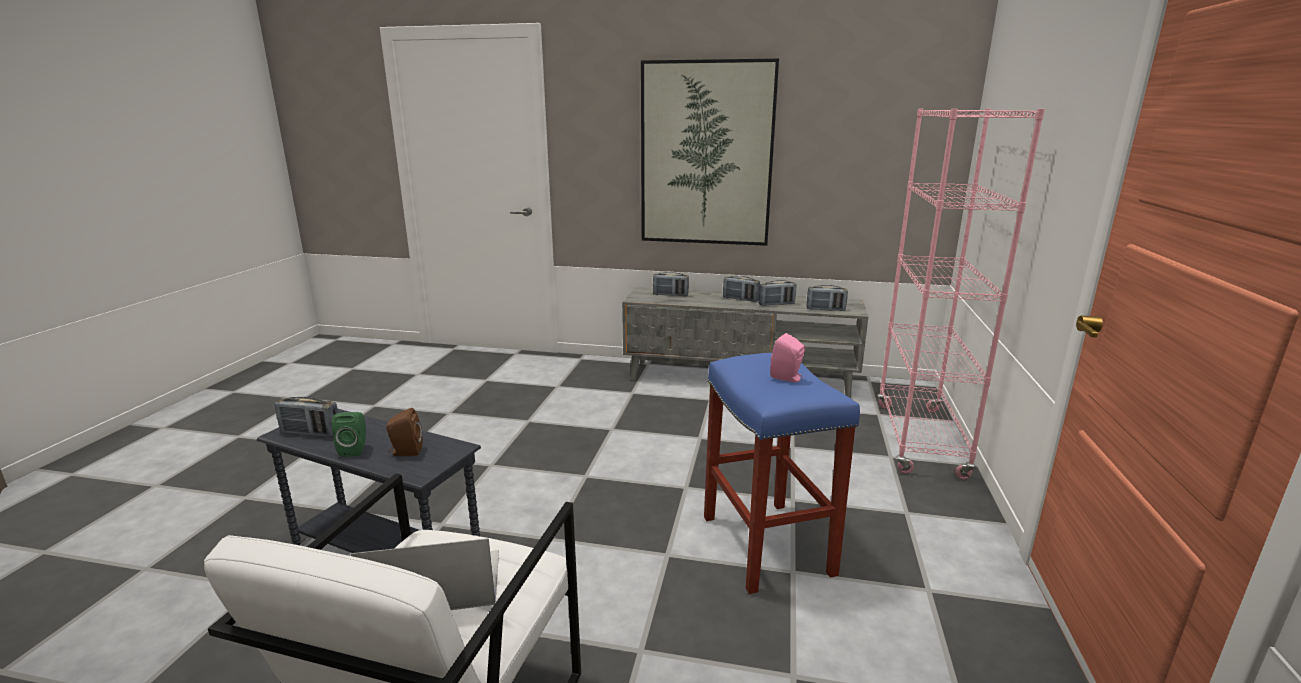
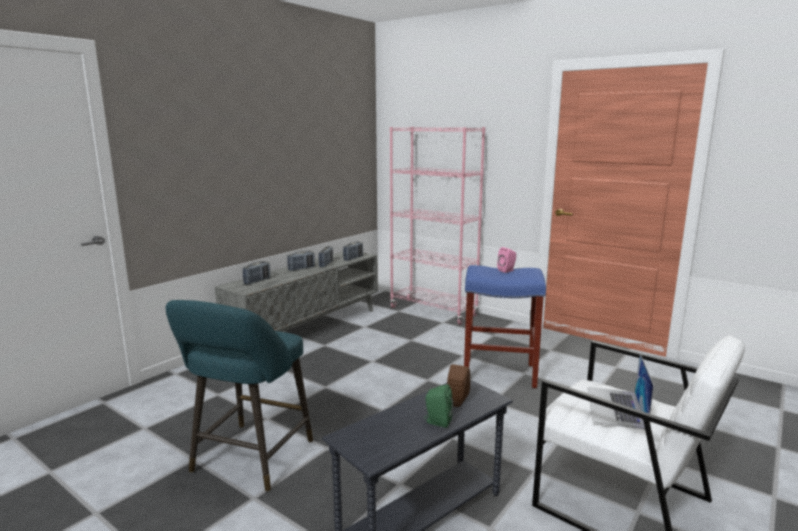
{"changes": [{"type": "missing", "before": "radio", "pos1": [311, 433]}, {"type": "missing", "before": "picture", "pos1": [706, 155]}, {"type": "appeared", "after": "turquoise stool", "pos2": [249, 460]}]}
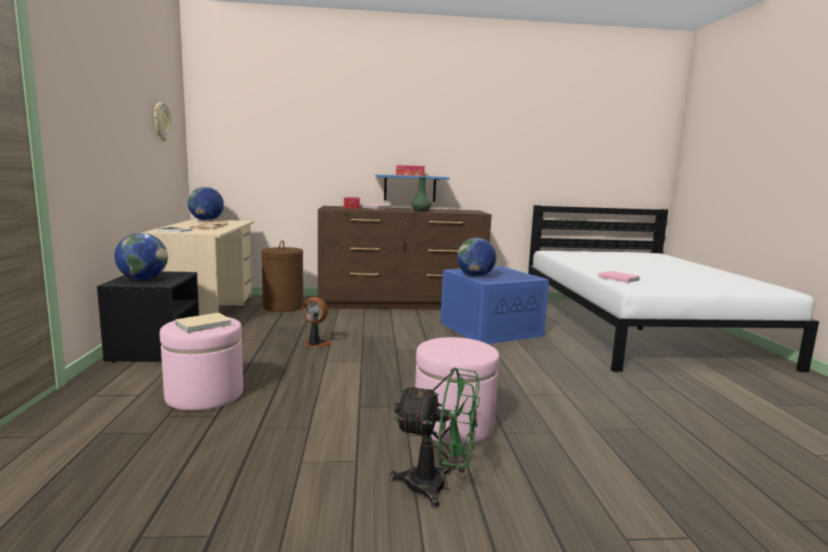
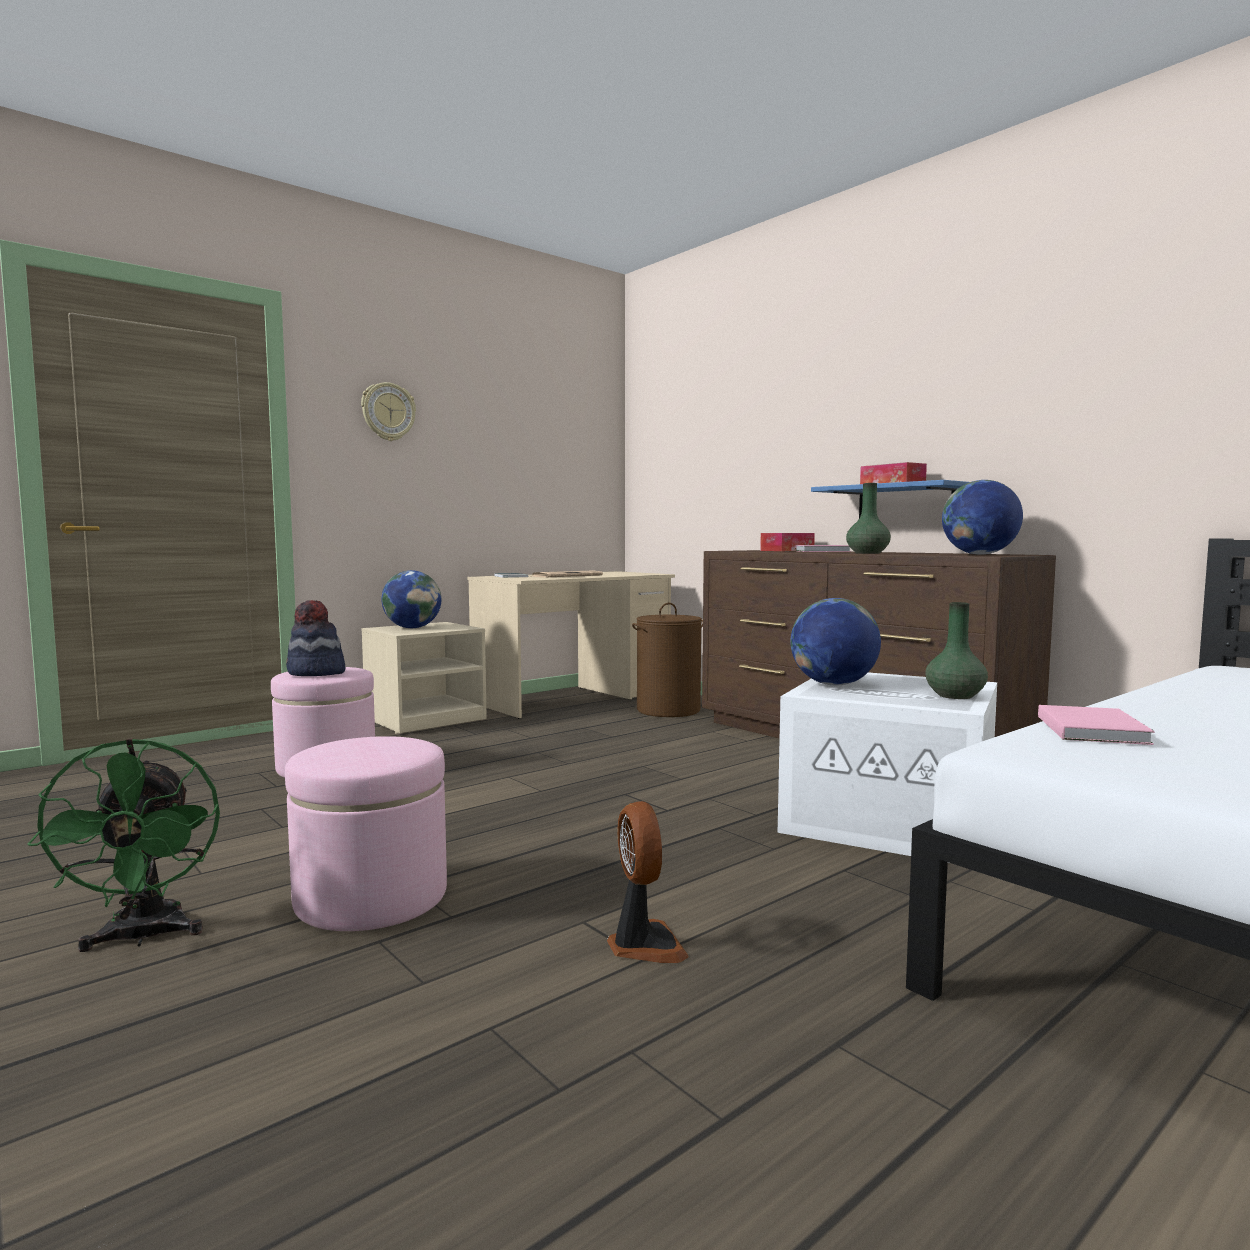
{"changes": [{"type": "appeared", "after": "green vase", "pos2": [955, 696]}, {"type": "relocated", "before": "wall clock", "pos1": [161, 121], "pos2": [388, 412]}, {"type": "relocated", "before": "globe", "pos1": [206, 220], "pos2": [979, 554]}, {"type": "relocated", "before": "fan", "pos1": [315, 344], "pos2": [643, 945]}, {"type": "exchanged", "before": "beige book", "after": "hat", "pos1": [205, 325], "pos2": [316, 673]}, {"type": "colour", "before": "black nightstand", "after": "beige nightstand", "pos1": [154, 349], "pos2": [426, 719]}, {"type": "colour", "before": "blue storage box", "after": "white storage box", "pos1": [490, 328], "pos2": [892, 819]}]}
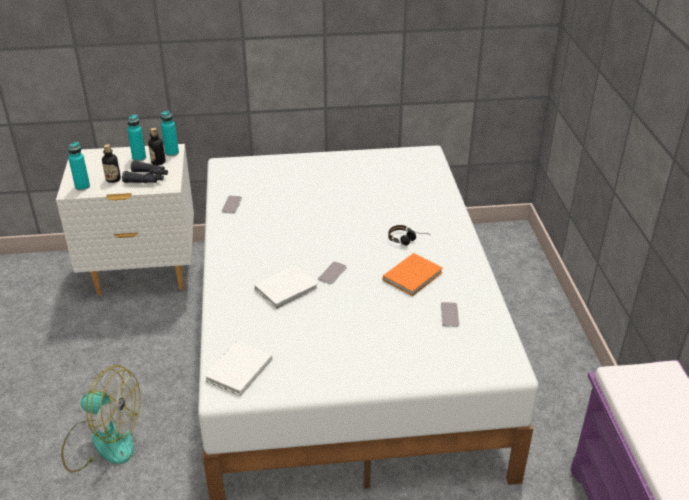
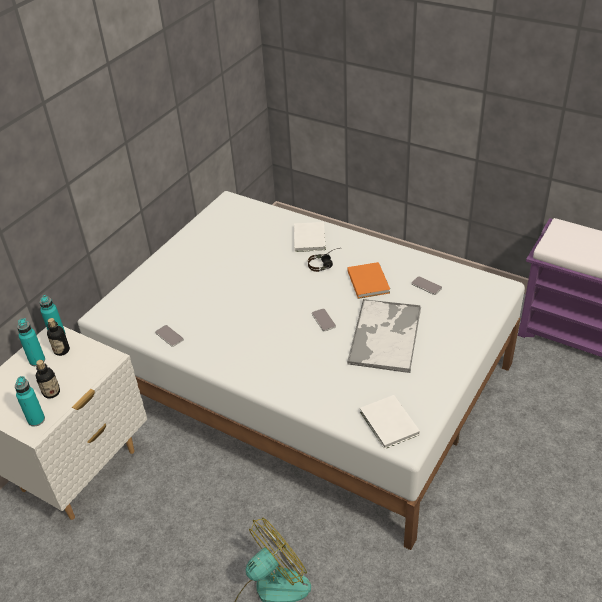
{"changes": [{"type": "missing", "before": "black binoculars", "pos1": [147, 178]}, {"type": "appeared", "after": "tray", "pos2": [385, 335]}, {"type": "relocated", "before": "white book", "pos1": [288, 289], "pos2": [310, 238]}]}
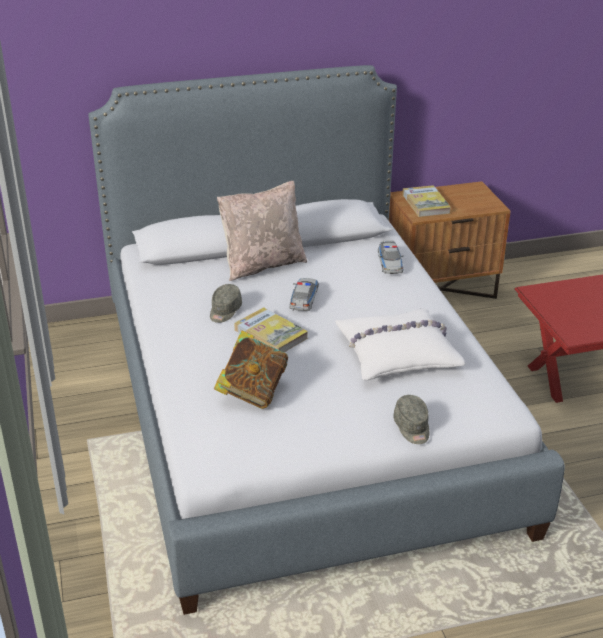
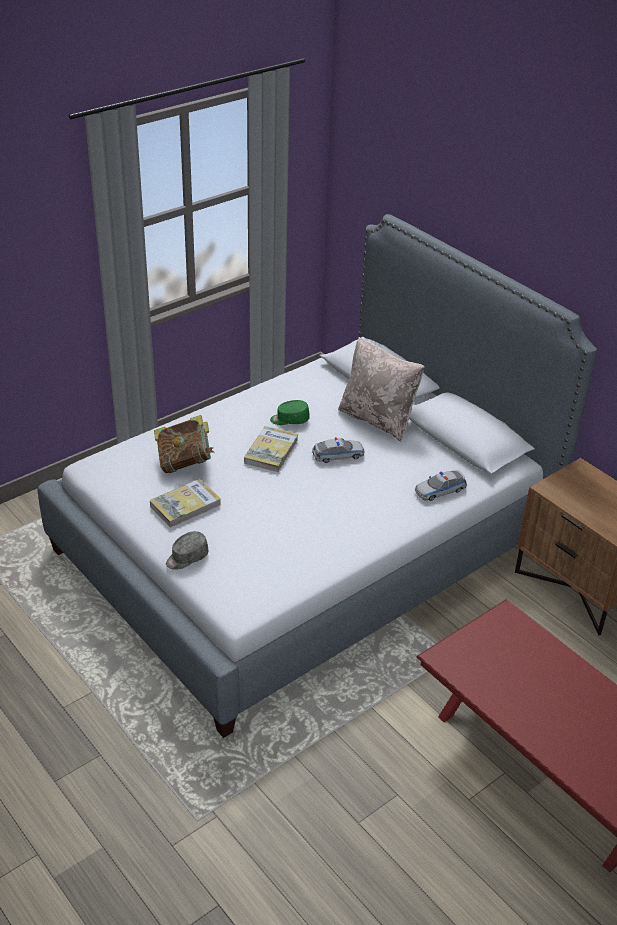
{"changes": [{"type": "missing", "before": "white pillow", "pos1": [397, 353]}, {"type": "relocated", "before": "book", "pos1": [425, 204], "pos2": [185, 505]}, {"type": "colour", "before": "grey cap", "after": "green cap", "pos1": [224, 311], "pos2": [289, 420]}]}
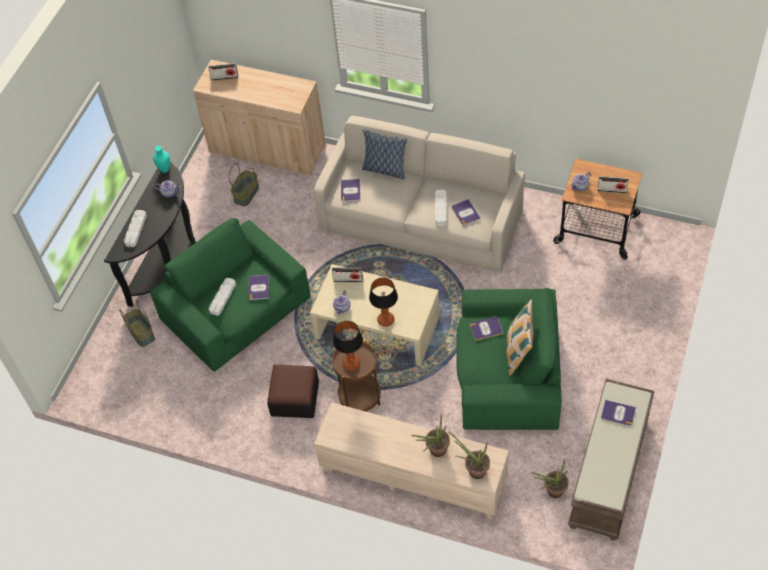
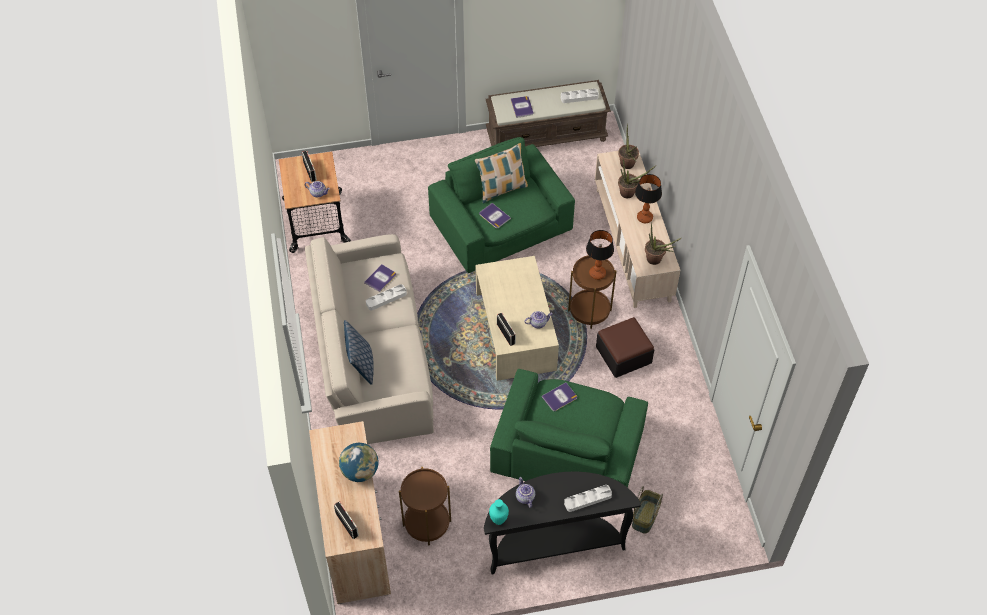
{"changes": [{"type": "missing", "before": "book", "pos1": [350, 190]}, {"type": "appeared", "after": "globe", "pos2": [360, 471]}, {"type": "relocated", "before": "white tray", "pos1": [222, 298], "pos2": [579, 97]}, {"type": "relocated", "before": "table lamp", "pos1": [385, 320], "pos2": [645, 218]}, {"type": "relocated", "before": "potted plant", "pos1": [551, 492], "pos2": [656, 260]}, {"type": "exchanged", "before": "basket", "after": "brown side table", "pos1": [246, 194], "pos2": [427, 523]}]}
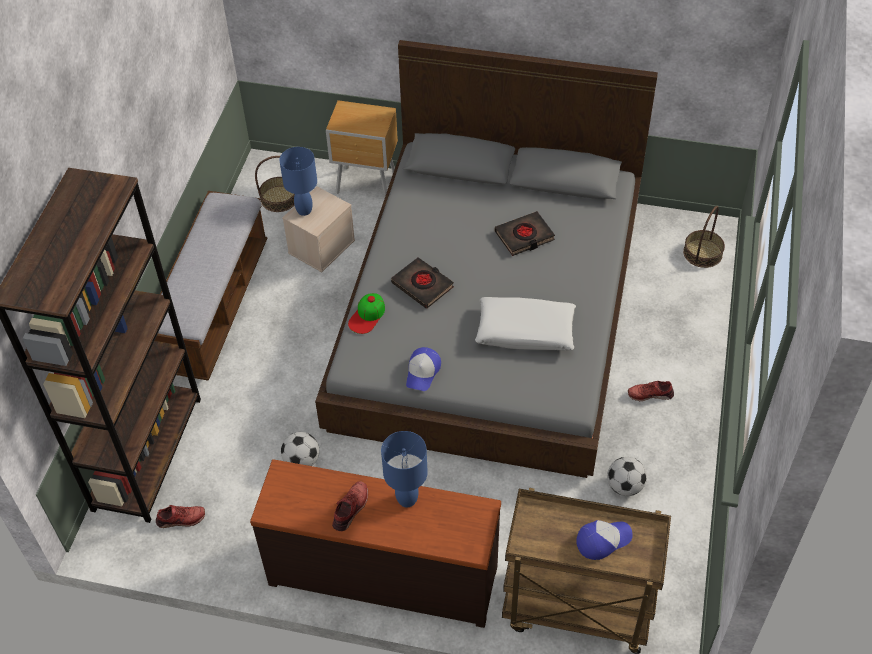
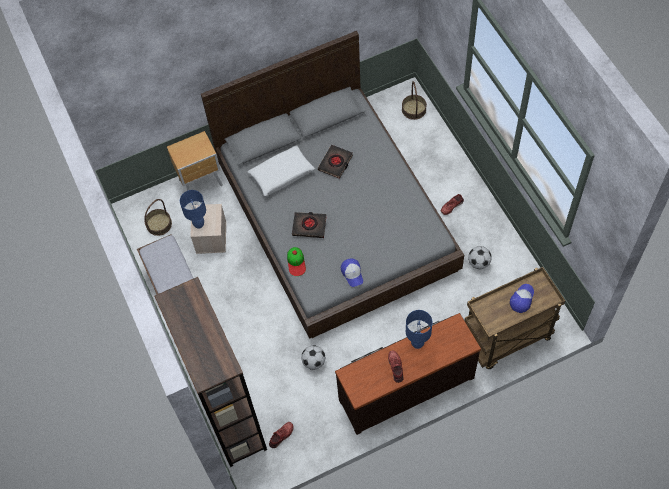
{"changes": [{"type": "relocated", "before": "white pillow", "pos1": [525, 331], "pos2": [281, 174]}]}
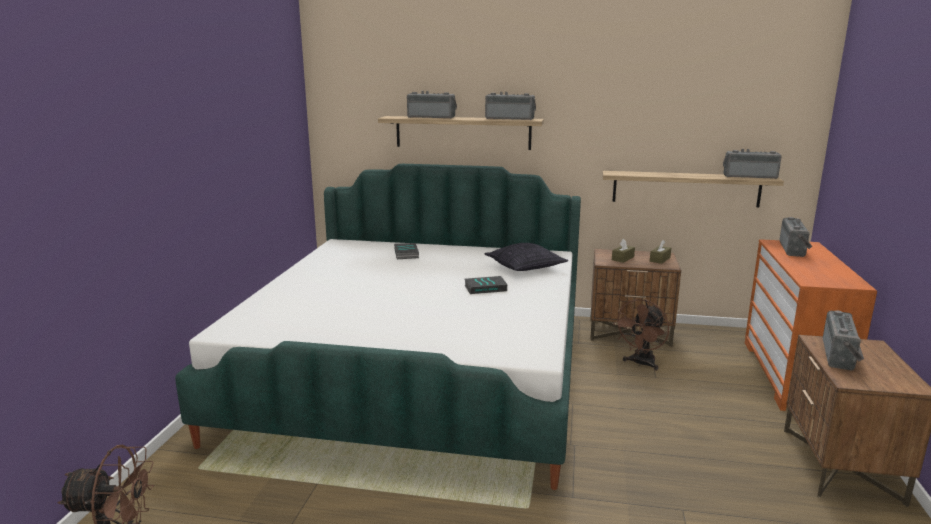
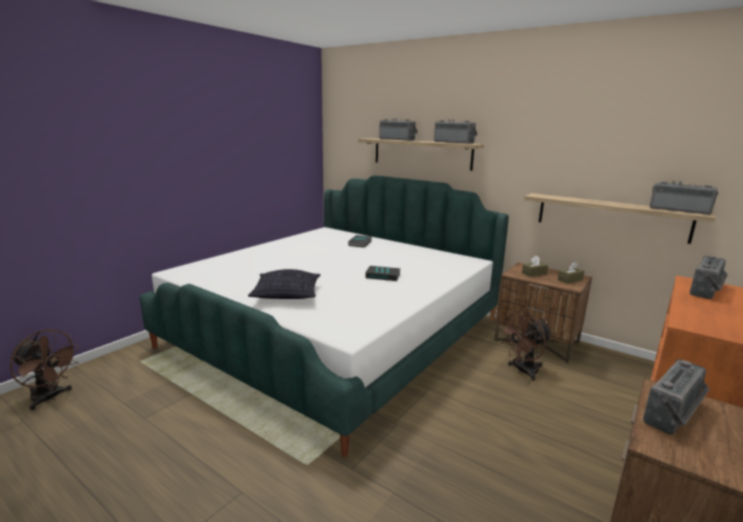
{"changes": [{"type": "relocated", "before": "pillow", "pos1": [525, 268], "pos2": [286, 295]}]}
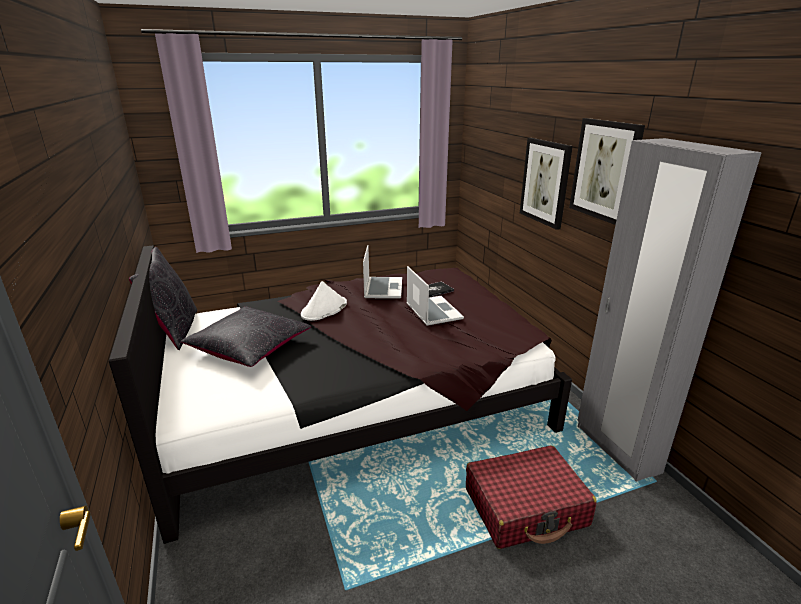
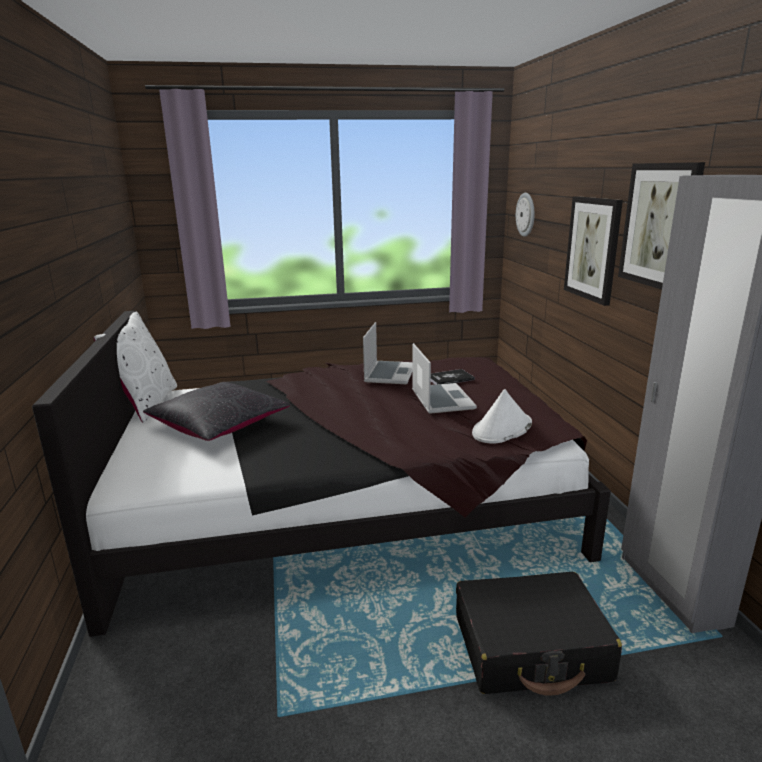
{"changes": [{"type": "appeared", "after": "wall clock", "pos2": [526, 214]}, {"type": "relocated", "before": "white hat", "pos1": [324, 309], "pos2": [502, 429]}, {"type": "colour", "before": "black pillow", "after": "white pillow", "pos1": [174, 330], "pos2": [146, 404]}, {"type": "colour", "before": "red suitcase", "after": "black suitcase", "pos1": [526, 507], "pos2": [531, 648]}]}
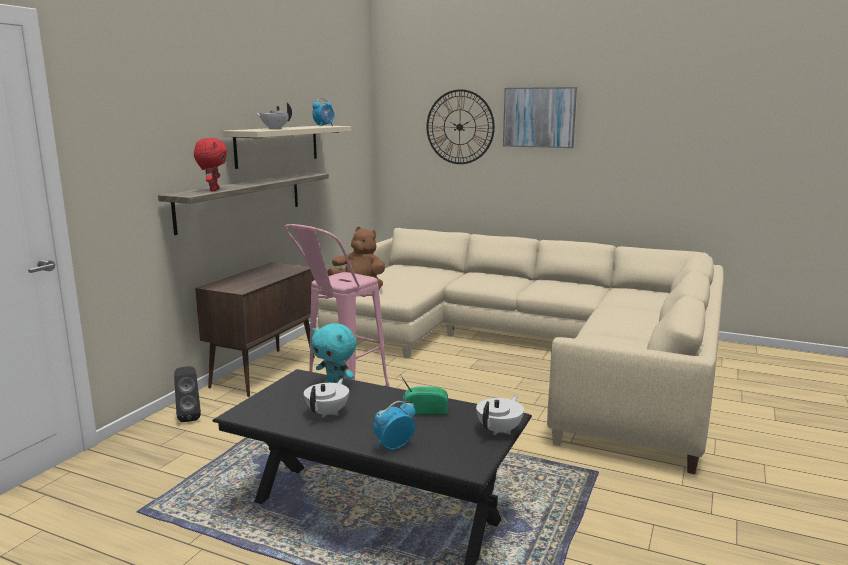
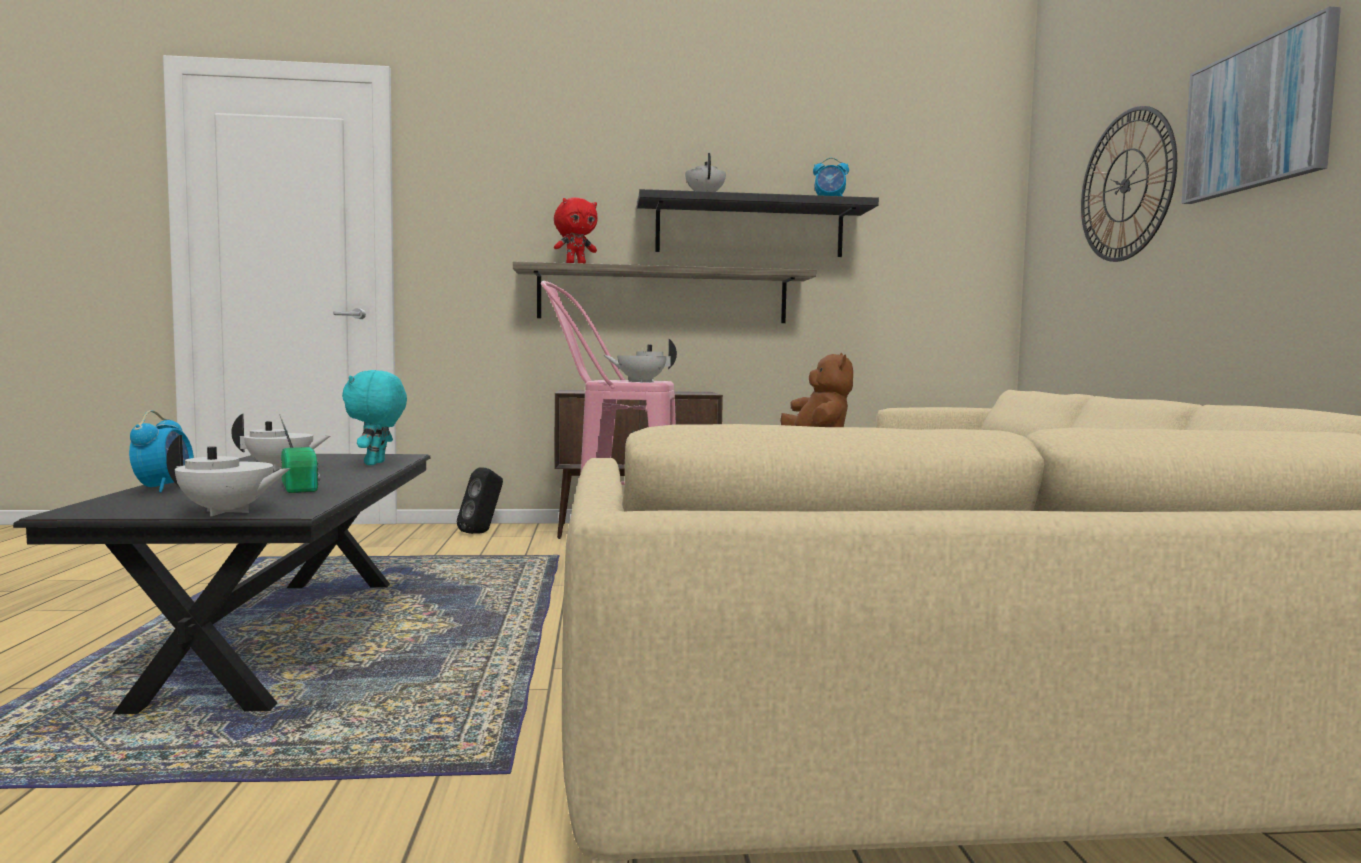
{"changes": [{"type": "appeared", "after": "white teapot", "pos2": [640, 381]}, {"type": "colour", "before": "beige shelf", "after": "black shelf", "pos1": [277, 145], "pos2": [749, 229]}, {"type": "spun", "before": "alarm clock", "pos1": [393, 447], "pos2": [164, 488], "turn": 60}]}
